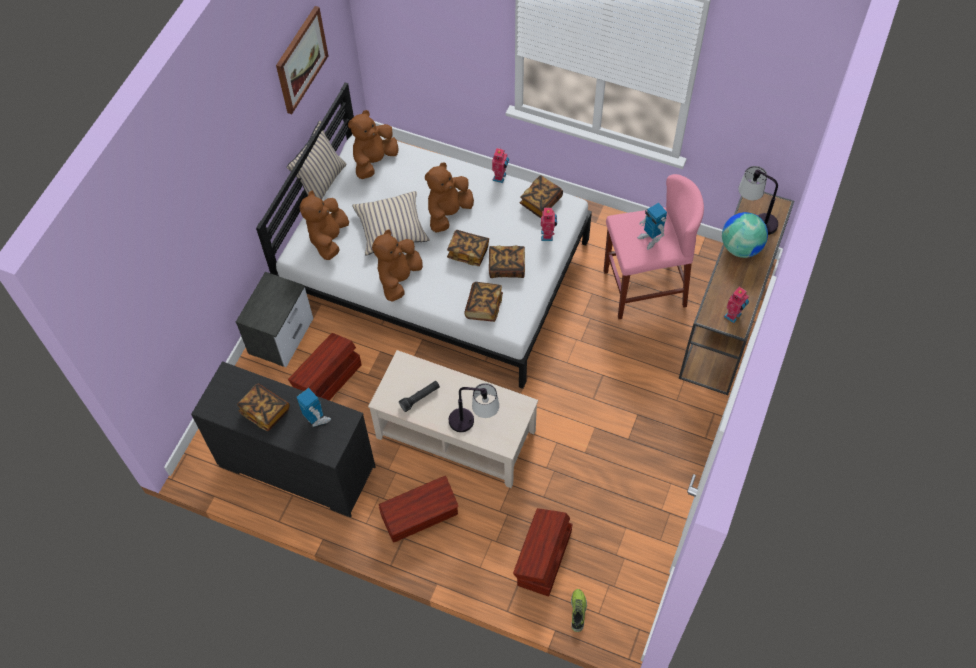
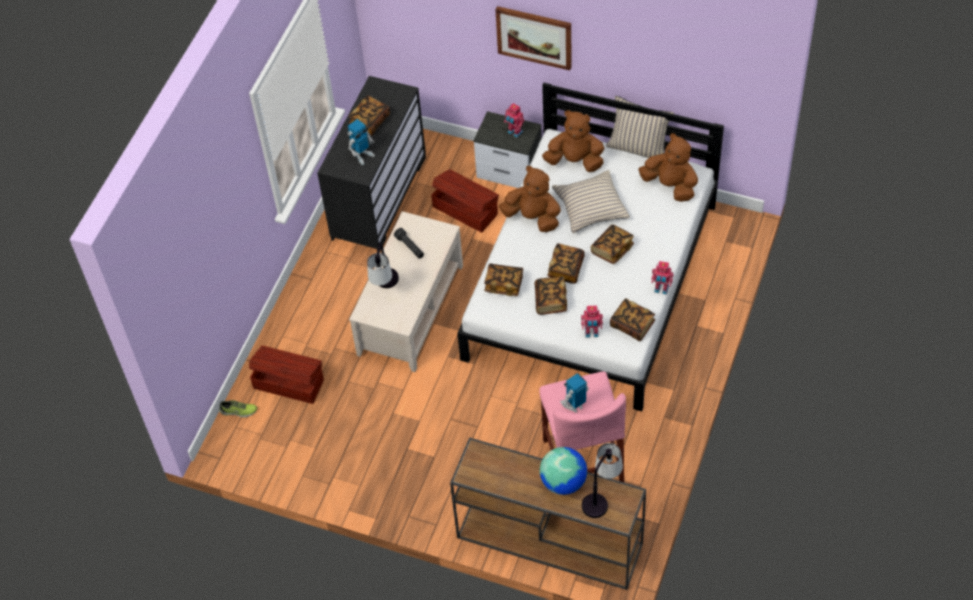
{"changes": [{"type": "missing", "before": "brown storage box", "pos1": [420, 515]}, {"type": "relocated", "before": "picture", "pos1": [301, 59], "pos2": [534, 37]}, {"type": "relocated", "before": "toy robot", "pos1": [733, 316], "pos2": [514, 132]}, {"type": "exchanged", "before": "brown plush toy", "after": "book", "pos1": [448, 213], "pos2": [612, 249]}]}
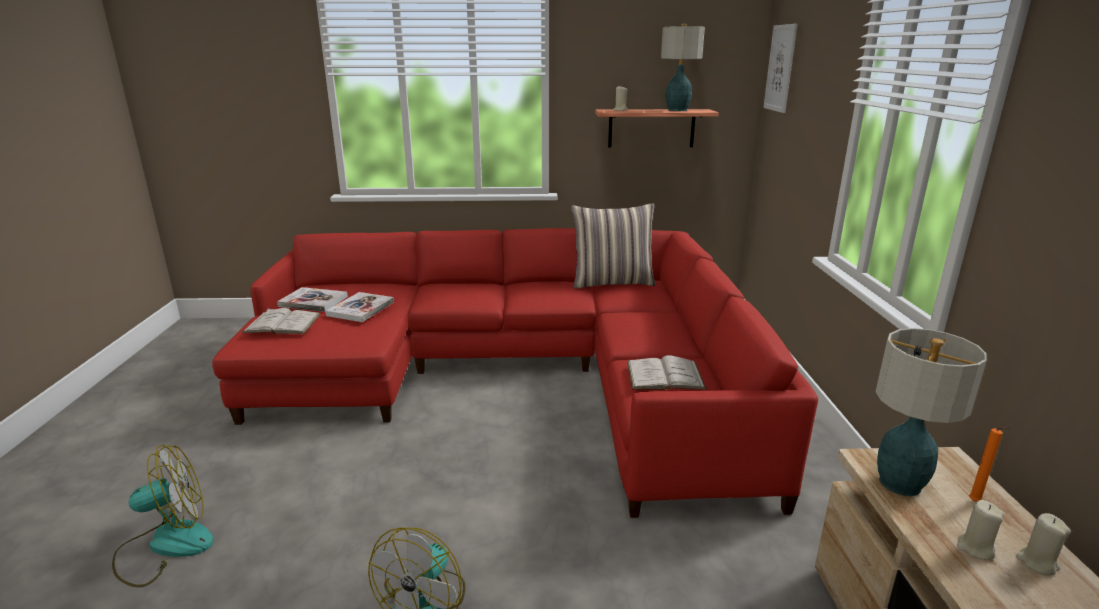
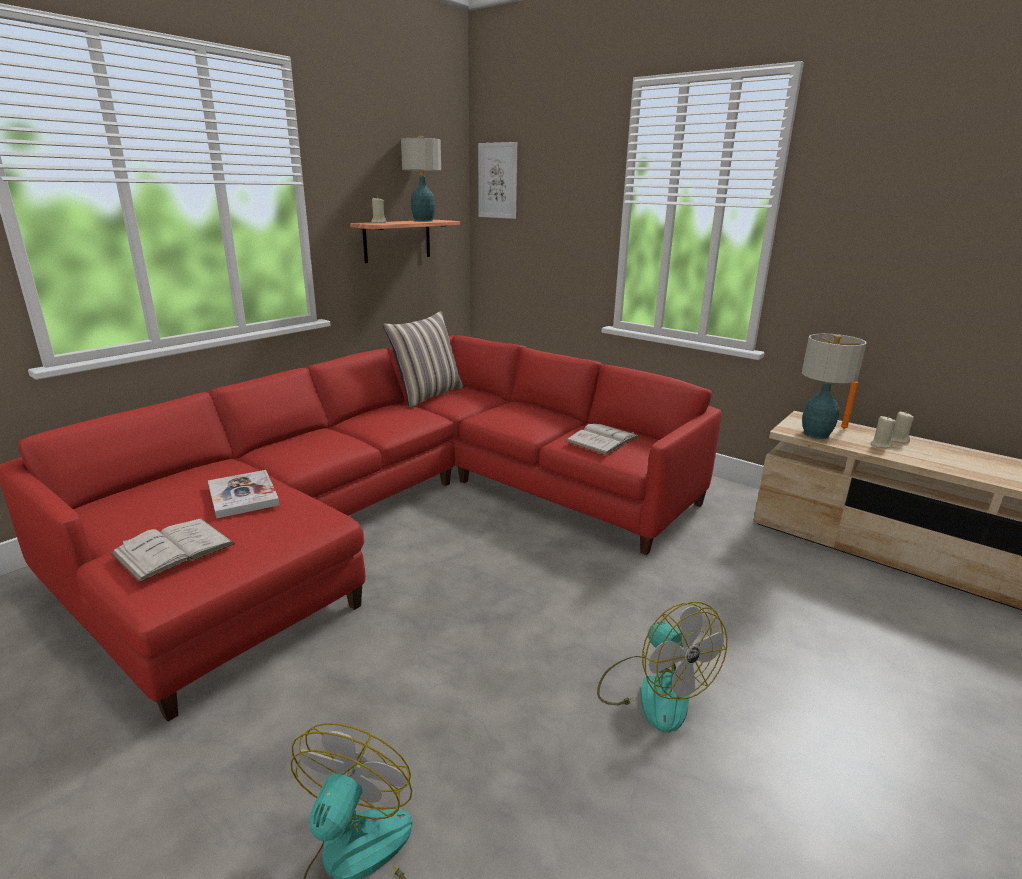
{"changes": [{"type": "missing", "before": "book", "pos1": [313, 301]}]}
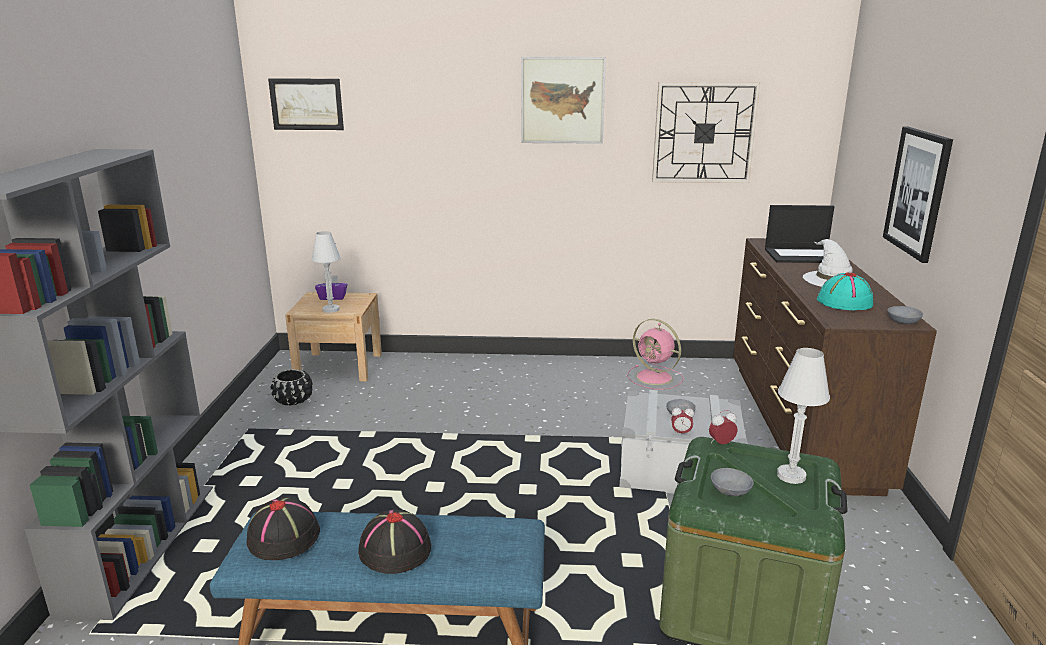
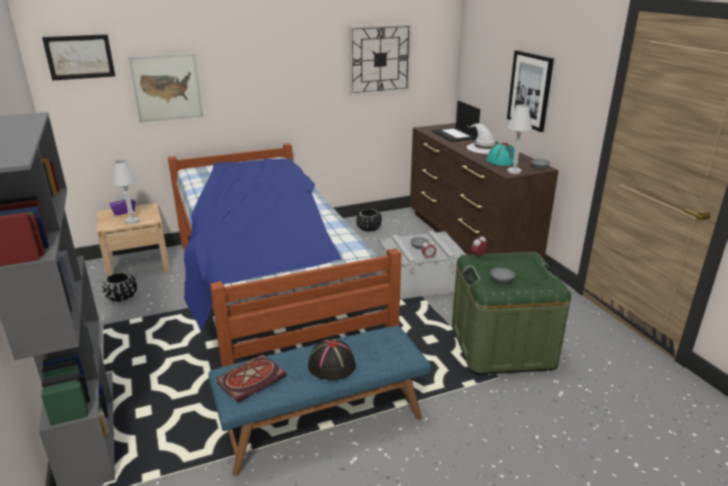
{"changes": [{"type": "appeared", "after": "bed", "pos2": [268, 297]}, {"type": "relocated", "before": "picture", "pos1": [562, 100], "pos2": [167, 87]}, {"type": "relocated", "before": "white table lamp", "pos1": [791, 476], "pos2": [514, 171]}, {"type": "exchanged", "before": "black hat", "after": "book", "pos1": [284, 537], "pos2": [252, 378]}, {"type": "exchanged", "before": "pink fan", "after": "black planter", "pos1": [655, 378], "pos2": [369, 228]}, {"type": "spun", "before": "laptop", "pos1": [803, 255], "pos2": [455, 135], "turn": 90}]}
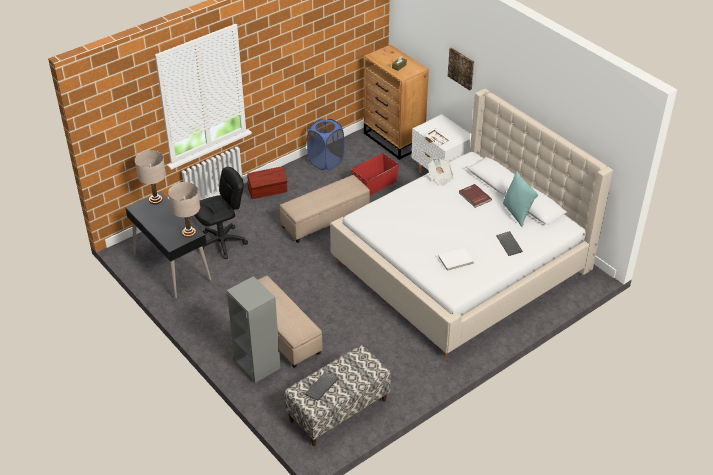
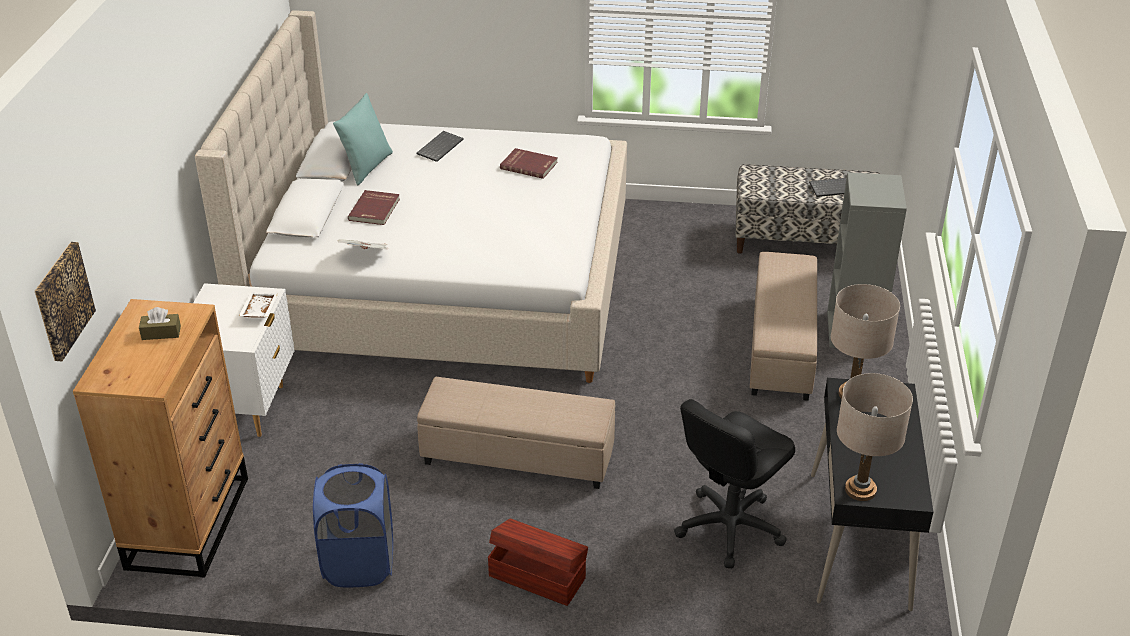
{"changes": [{"type": "missing", "before": "red storage box", "pos1": [374, 184]}, {"type": "relocated", "before": "picture", "pos1": [461, 68], "pos2": [62, 300]}, {"type": "colour", "before": "white book", "after": "red book", "pos1": [456, 260], "pos2": [529, 165]}, {"type": "spun", "before": "black office chair", "pos1": [222, 242], "pos2": [729, 527], "turn": -60}]}
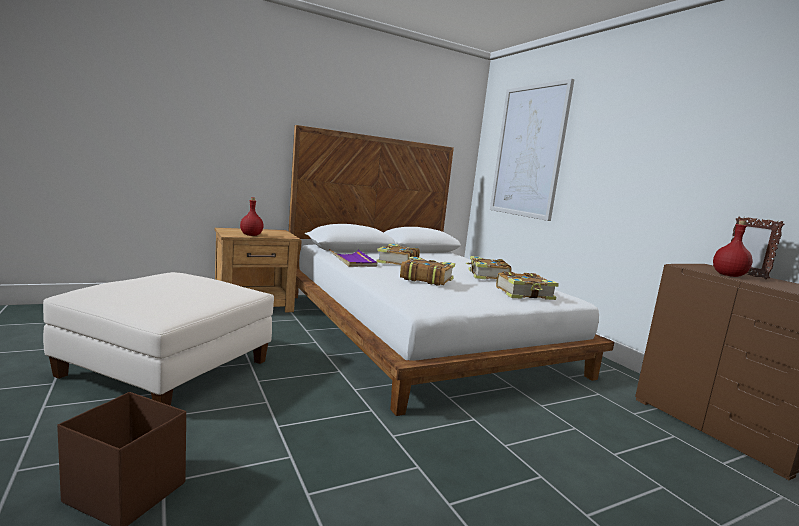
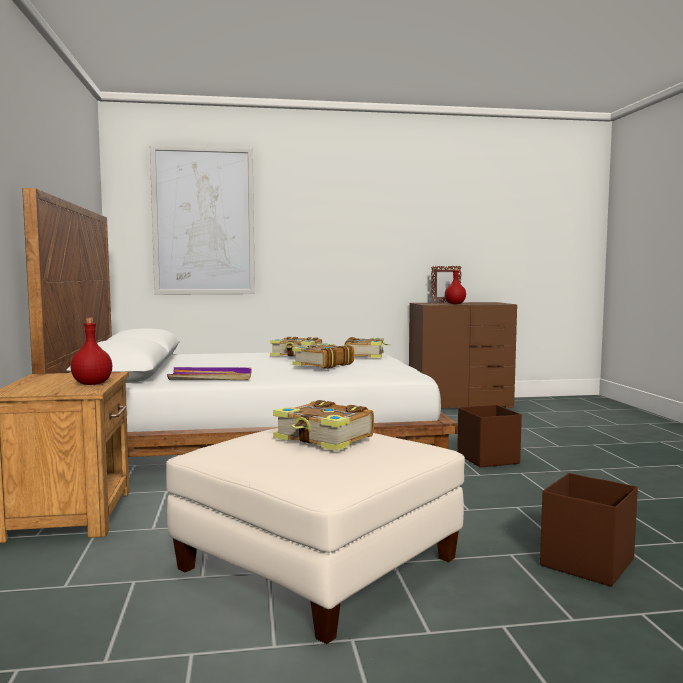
{"changes": [{"type": "appeared", "after": "brown storage box", "pos2": [487, 458]}, {"type": "relocated", "before": "book", "pos1": [397, 262], "pos2": [324, 439]}]}
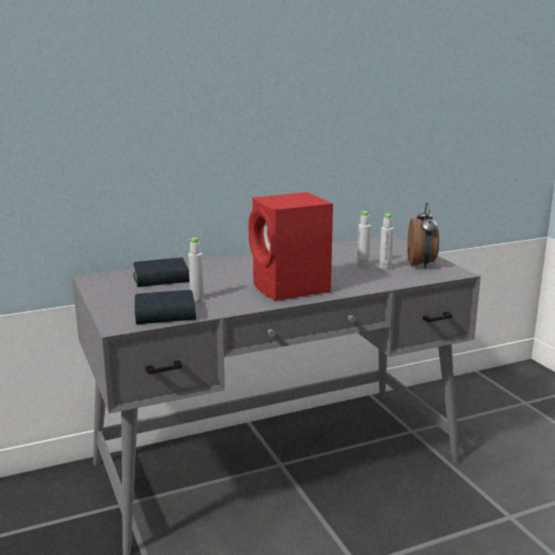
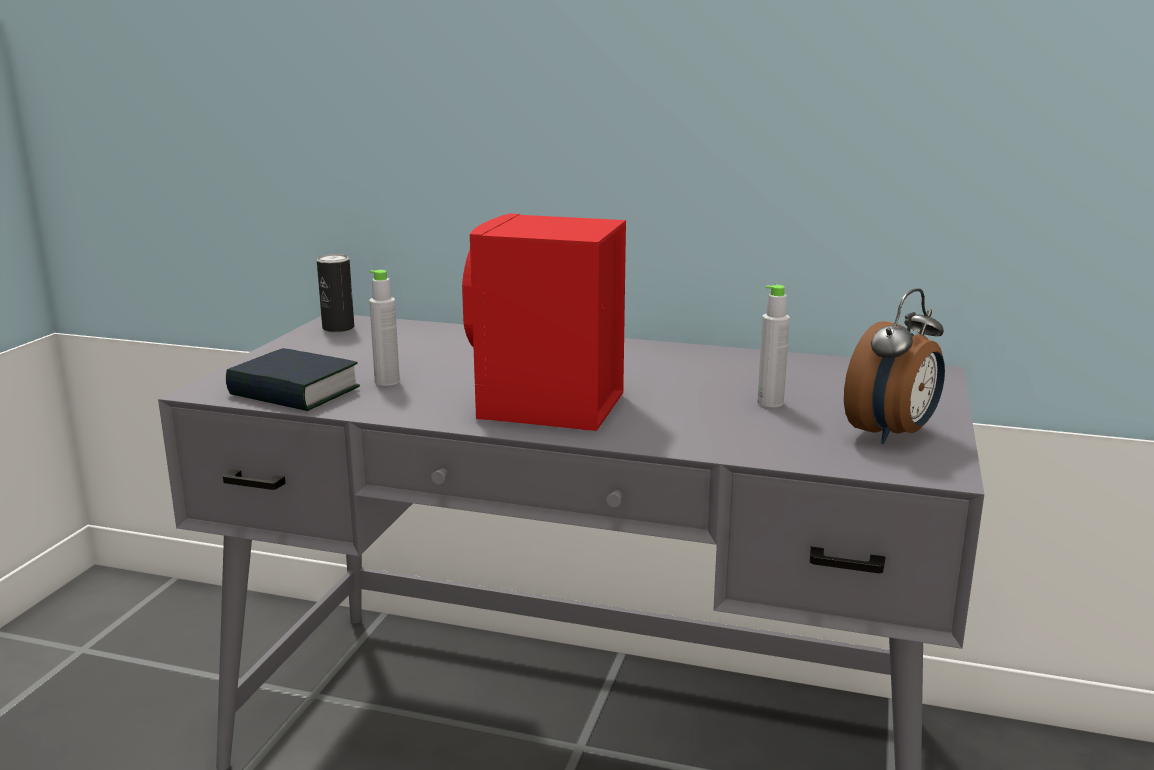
{"changes": [{"type": "missing", "before": "book", "pos1": [161, 278]}, {"type": "missing", "before": "grey bottle", "pos1": [385, 268]}, {"type": "appeared", "after": "can", "pos2": [338, 328]}]}
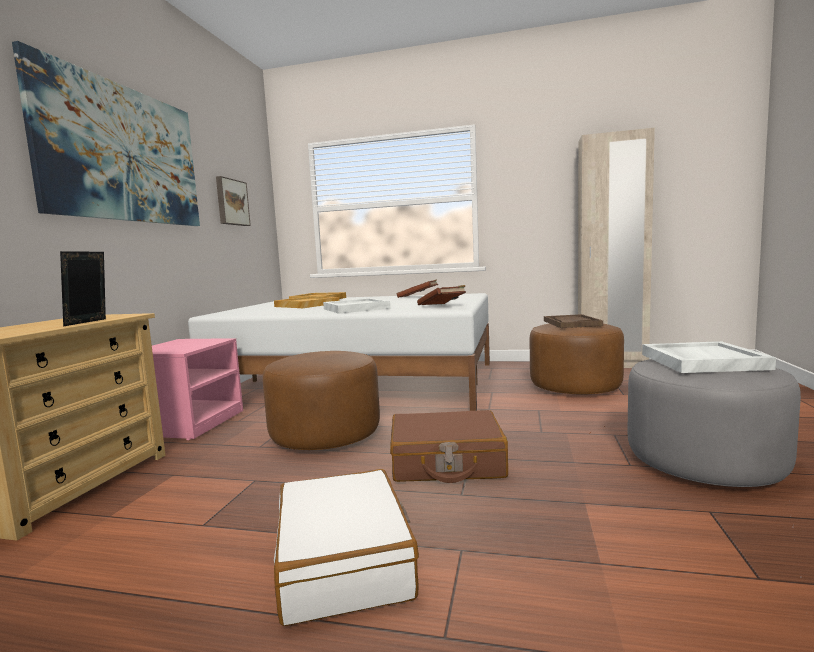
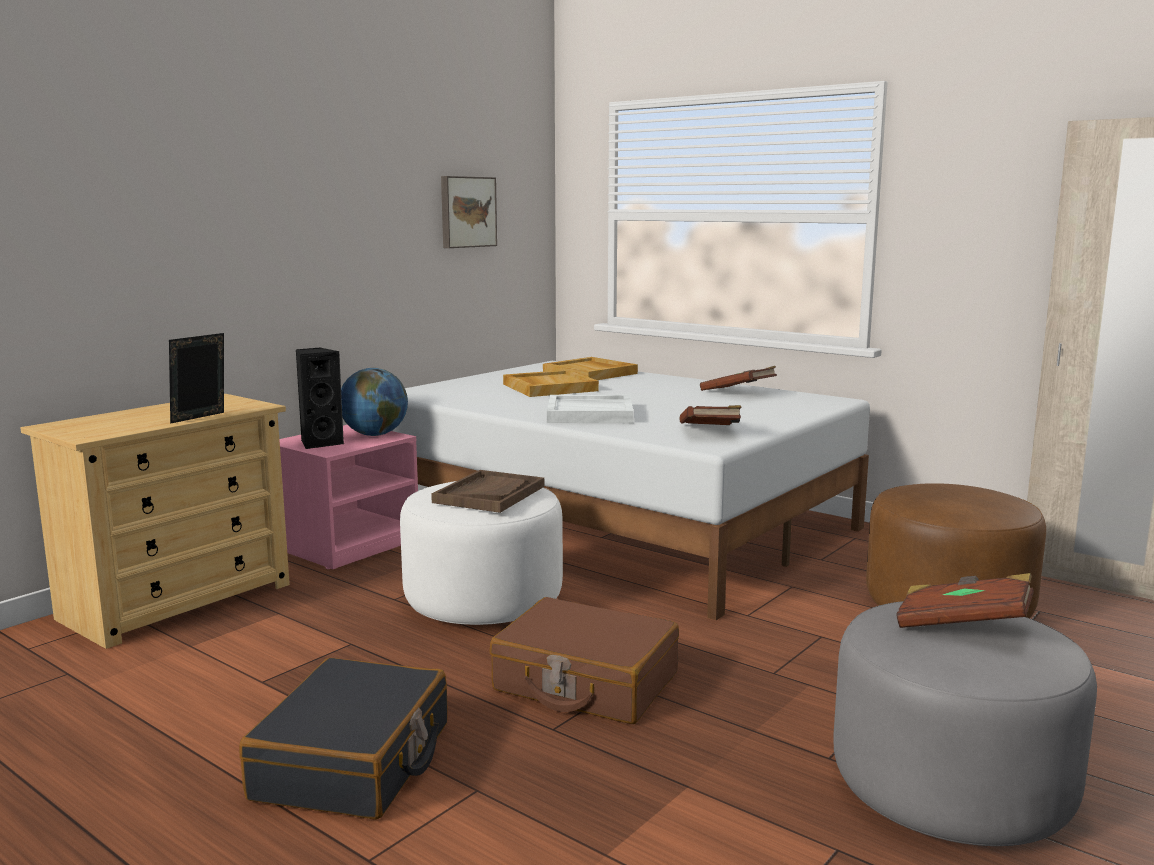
{"changes": [{"type": "missing", "before": "picture", "pos1": [123, 154]}, {"type": "appeared", "after": "black speaker", "pos2": [320, 443]}, {"type": "appeared", "after": "globe", "pos2": [374, 435]}, {"type": "relocated", "before": "brown tray", "pos1": [571, 323], "pos2": [489, 494]}, {"type": "exchanged", "before": "white tray", "after": "brown book", "pos1": [701, 361], "pos2": [962, 626]}, {"type": "colour", "before": "brown ottoman", "after": "white ottoman", "pos1": [325, 434], "pos2": [483, 601]}, {"type": "colour", "before": "white suitcase", "after": "black suitcase", "pos1": [345, 561], "pos2": [354, 762]}]}
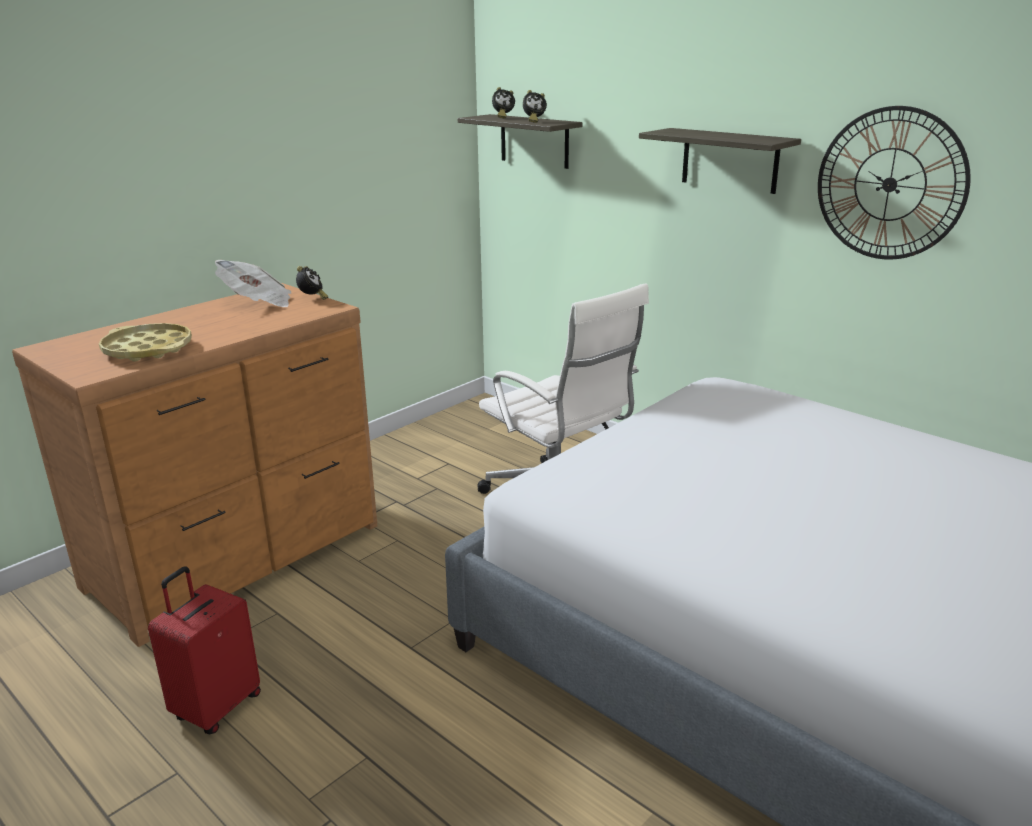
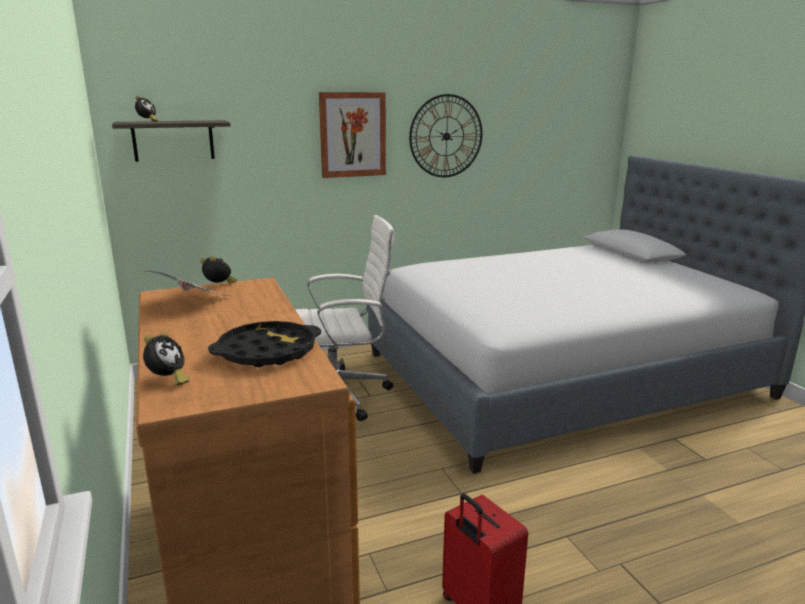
{"changes": [{"type": "relocated", "before": "alarm clock", "pos1": [533, 121], "pos2": [168, 380]}, {"type": "exchanged", "before": "shelf", "after": "picture", "pos1": [729, 160], "pos2": [352, 135]}, {"type": "colour", "before": "yellow tray", "after": "black tray", "pos1": [148, 349], "pos2": [267, 352]}]}
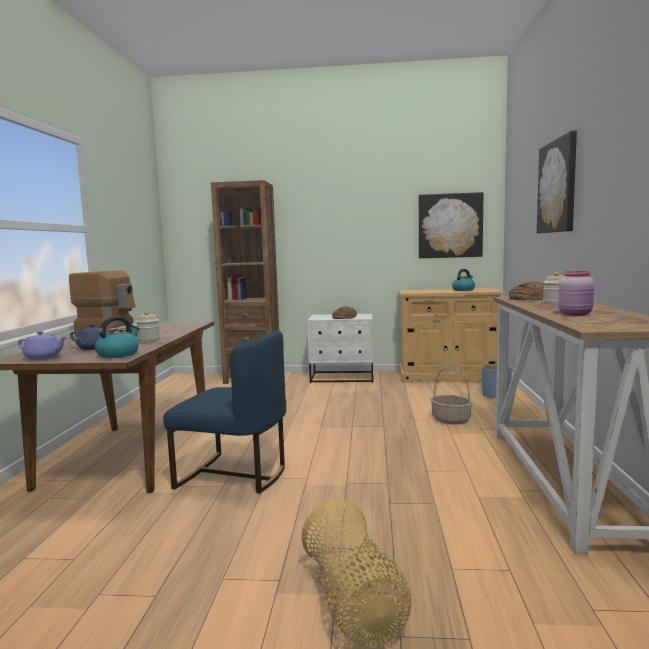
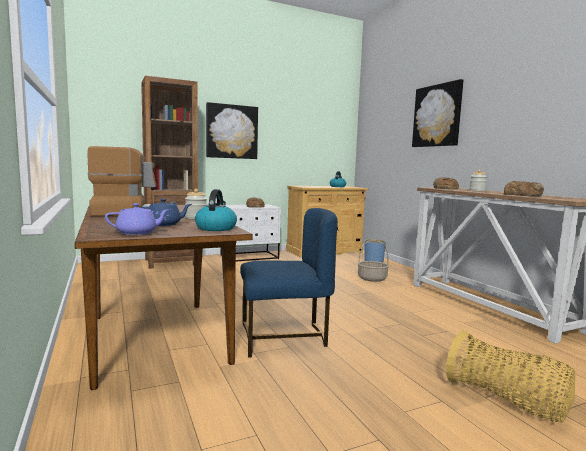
{"changes": [{"type": "relocated", "before": "picture", "pos1": [450, 225], "pos2": [232, 131]}, {"type": "exchanged", "before": "pink jar", "after": "bread", "pos1": [576, 314], "pos2": [522, 195]}]}
